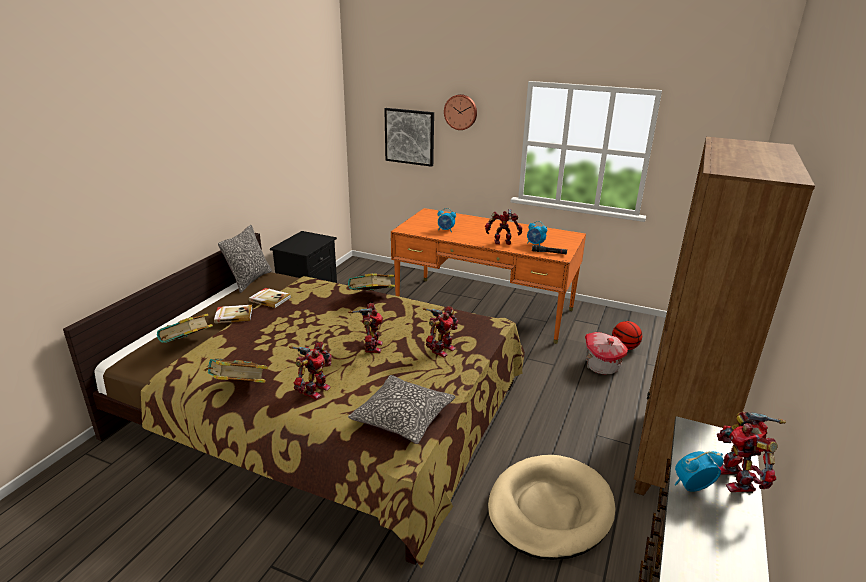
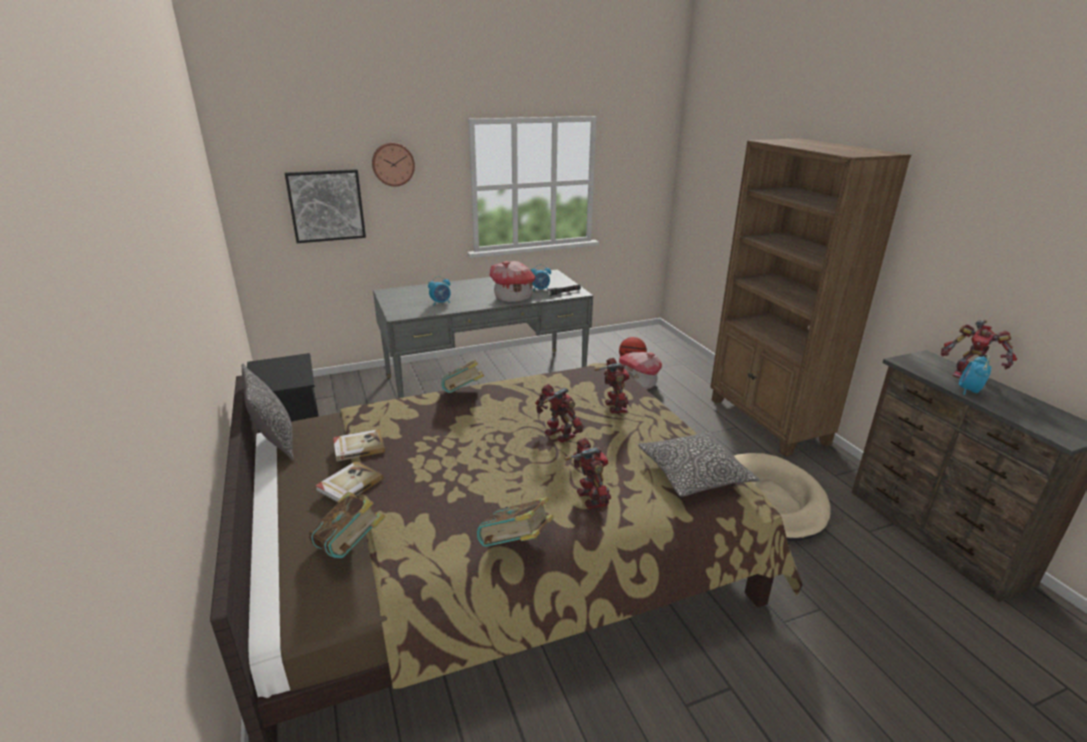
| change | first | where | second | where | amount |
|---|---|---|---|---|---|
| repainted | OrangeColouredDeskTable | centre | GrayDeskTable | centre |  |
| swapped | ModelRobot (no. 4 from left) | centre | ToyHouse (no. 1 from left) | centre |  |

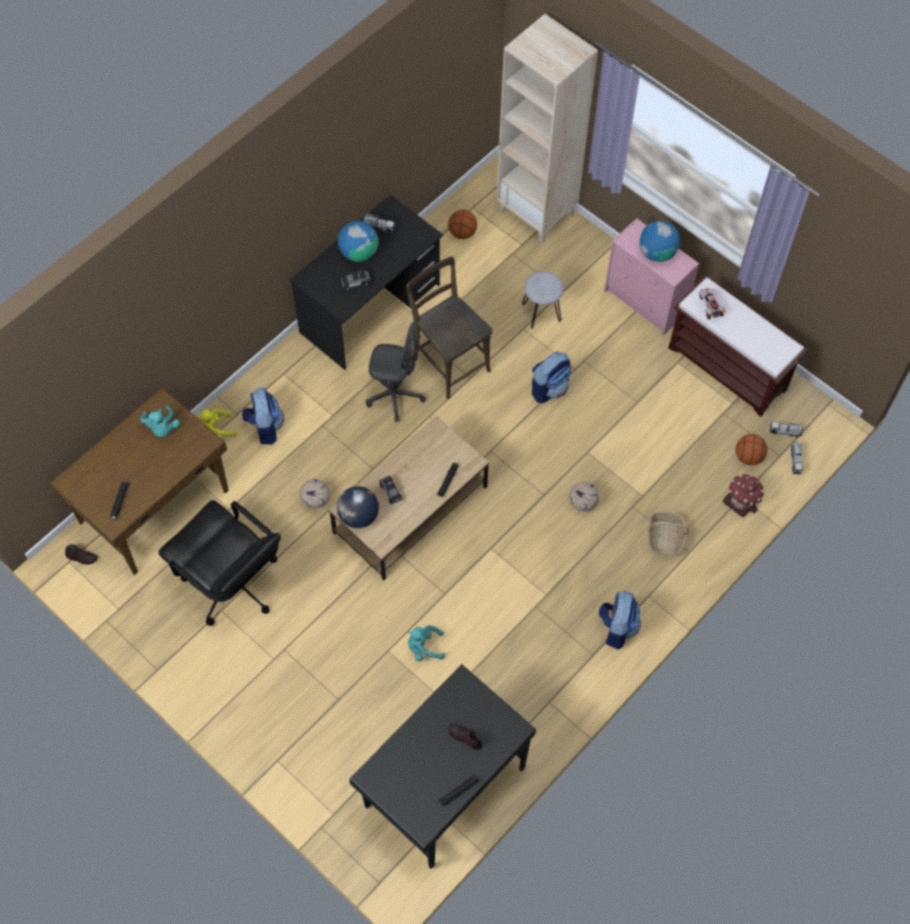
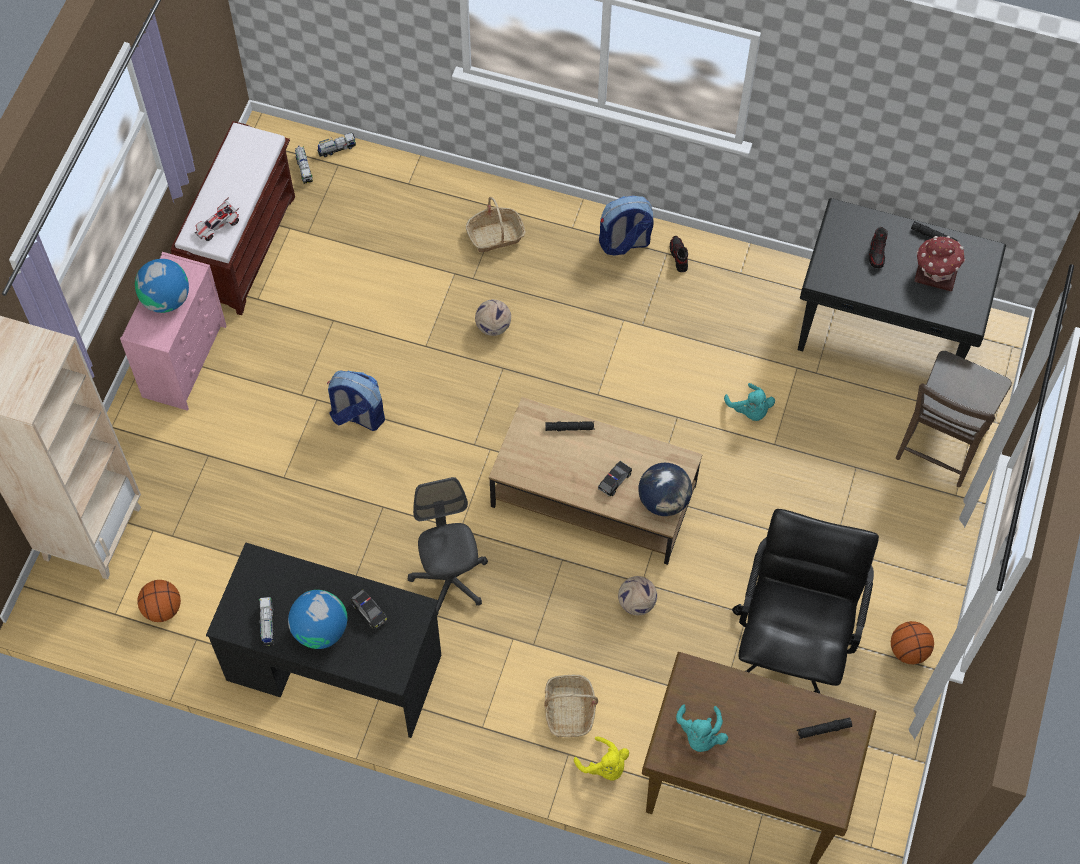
| change | first | where | second | where | amount |
|---|---|---|---|---|---|
| shifted | Shoe (no. 1 from left) | middle left |  | top centre |  |
| rotated | BlueGreenCuddlyToy (no. 1 from left) | middle left |  | bottom centre | 135 degrees clockwise |
| swapped | Knapsack (no. 1 from left) | middle left | StorageBasket (no. 2 from left) | bottom centre |  |
| shifted | BrownColouredChair | centre |  | middle right |  |
| gone | GrayStoolSeat | top centre |  |  |  |
| shifted | ToyHouse | middle right |  | top right |  |
| shifted | BallForBasketball (no. 2 from left) | middle right |  | bottom right |  |

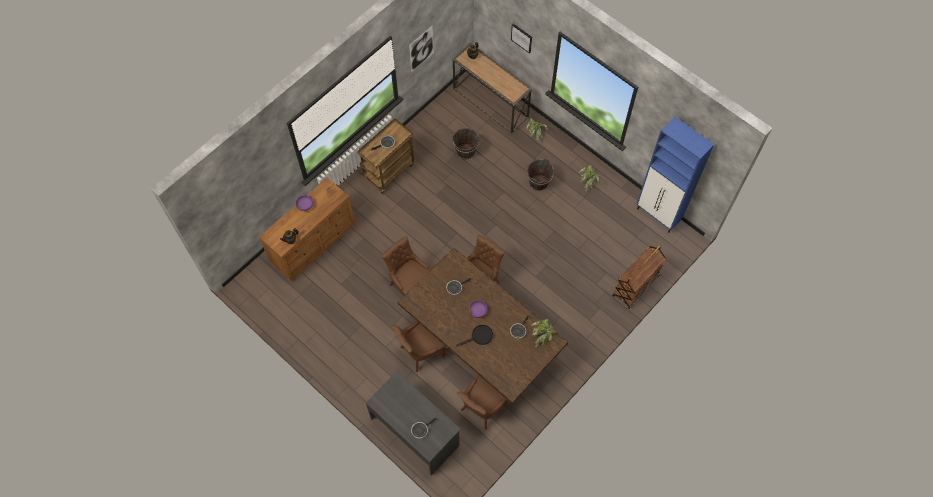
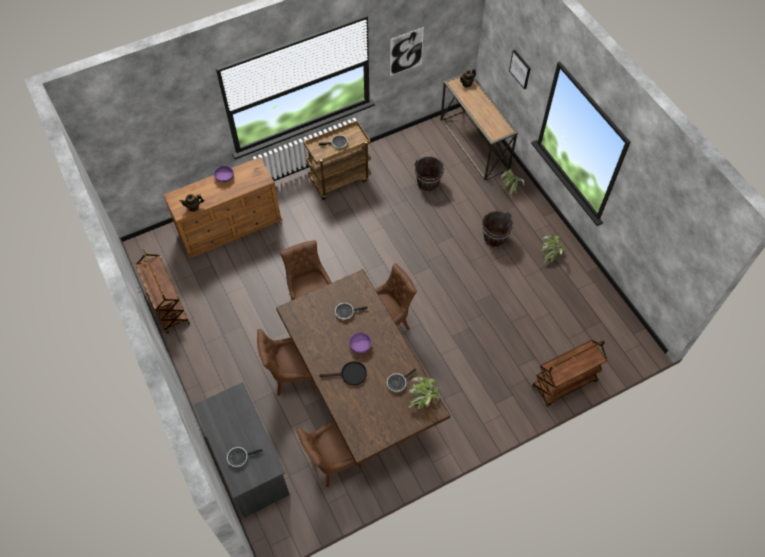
| change | first | where | second | where | amount |
|---|---|---|---|---|---|
| gone | BlueColouredCabinet | middle right |  |  |  |
| new |  |  | BrownColouredWheeledCart (no. 1 from left) | middle left |  |

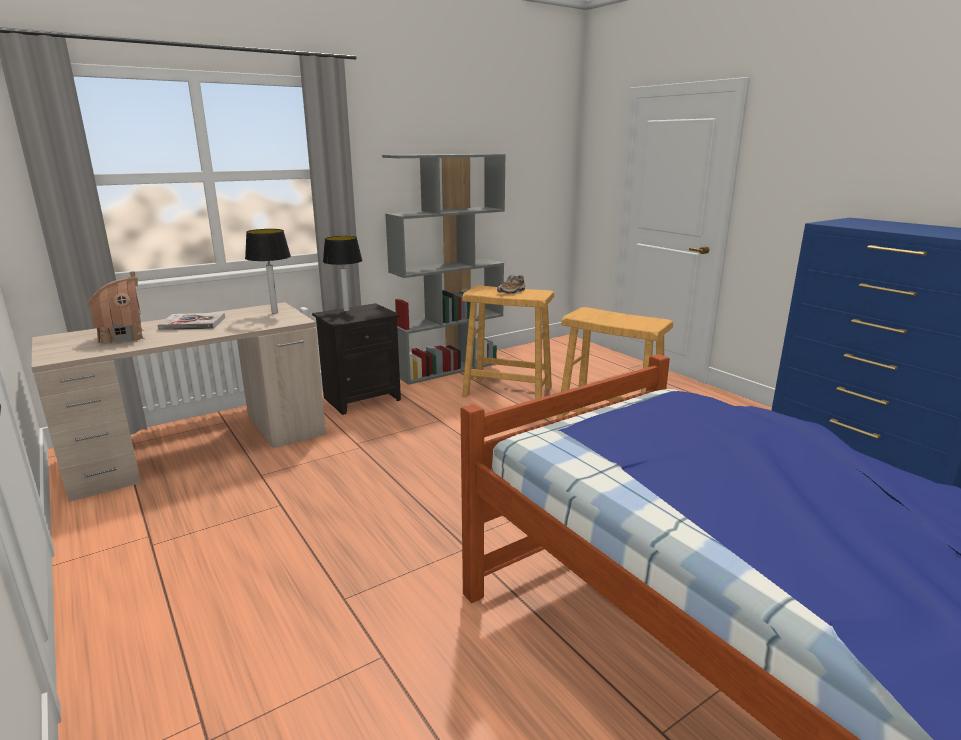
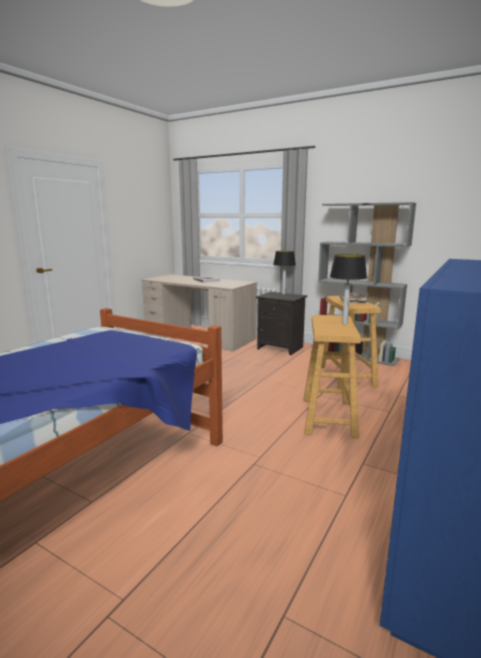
| change | first | where | second | where | amount |
|---|---|---|---|---|---|
| gone | ToyHouse | middle left |  |  |  |
| shifted | LampForATable (no. 1 from left in the first image) | middle left | LampForATable (no. 2 from left) | middle right |  |

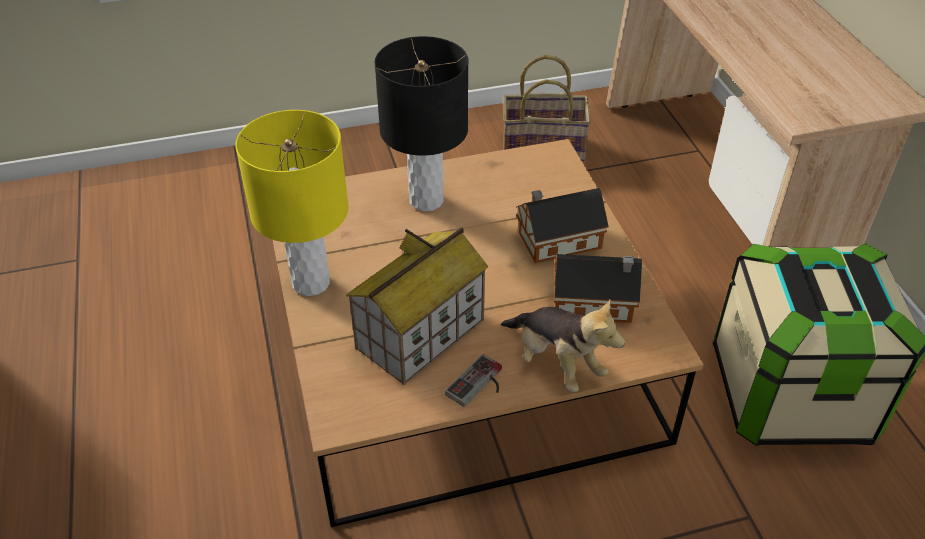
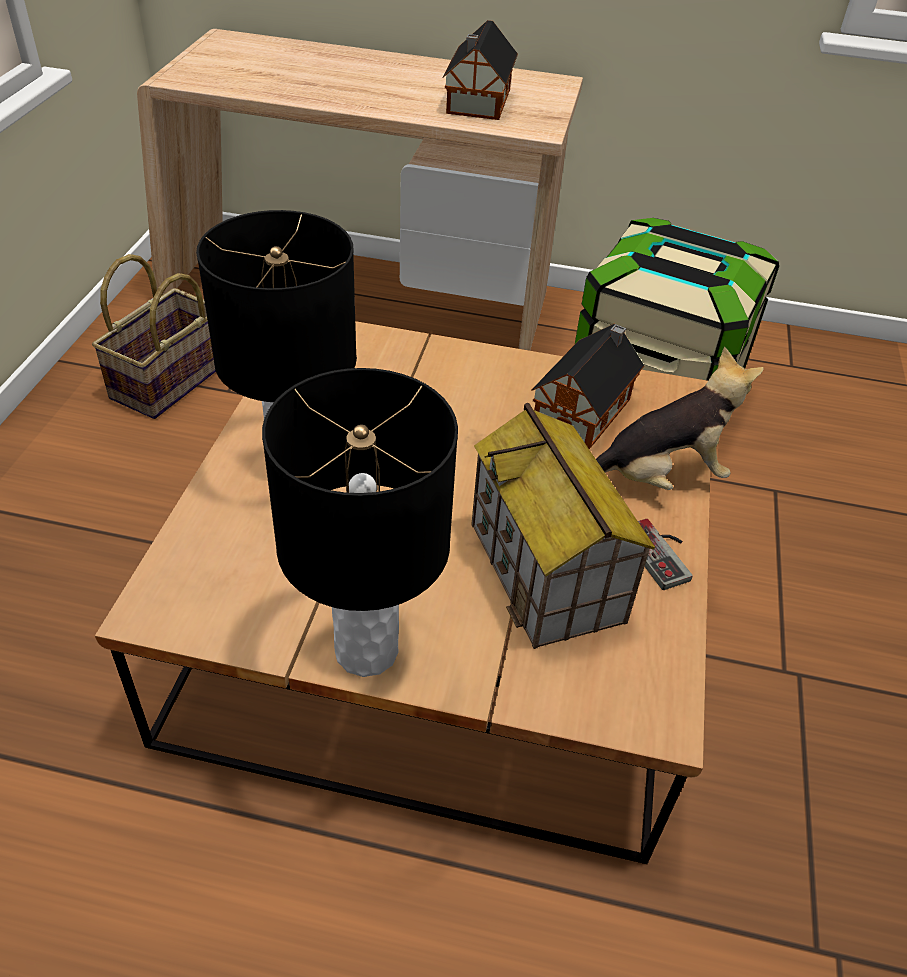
| change | first | where | second | where | amount |
|---|---|---|---|---|---|
| repainted | YellowLampForATable | middle left | BlackishLampForATable (no. 2 from left) | centre |  |
| shifted | ToyHouse (no. 2 from left in the first image) | centre | ToyHouse (no. 1 from left) | top centre |  |

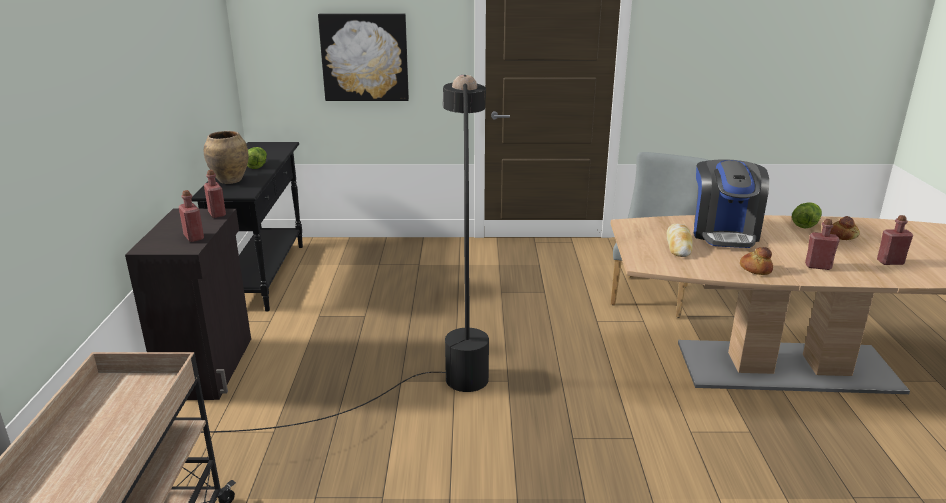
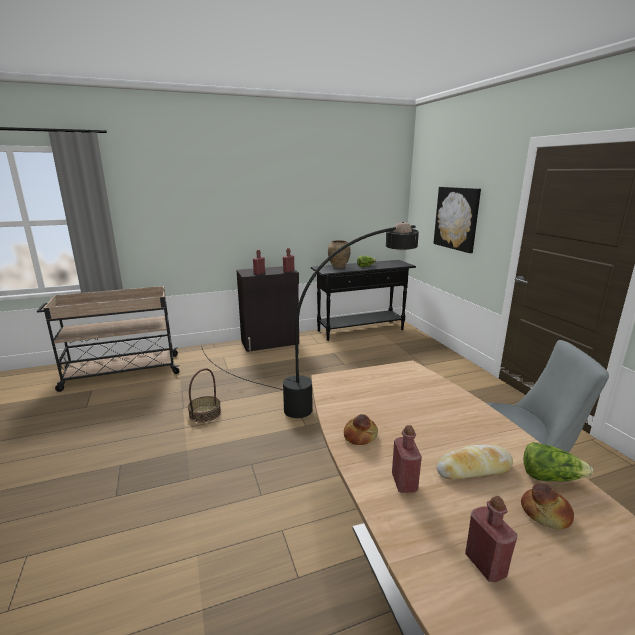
| change | first | where | second | where | amount |
|---|---|---|---|---|---|
| shifted | Bread (no. 1 from left in the first image) | middle right | Bread (no. 2 from left) | bottom right |  |
| gone | CoffeeBrewer | middle right |  |  |  |
| new |  |  | StorageBasket | middle left |  |

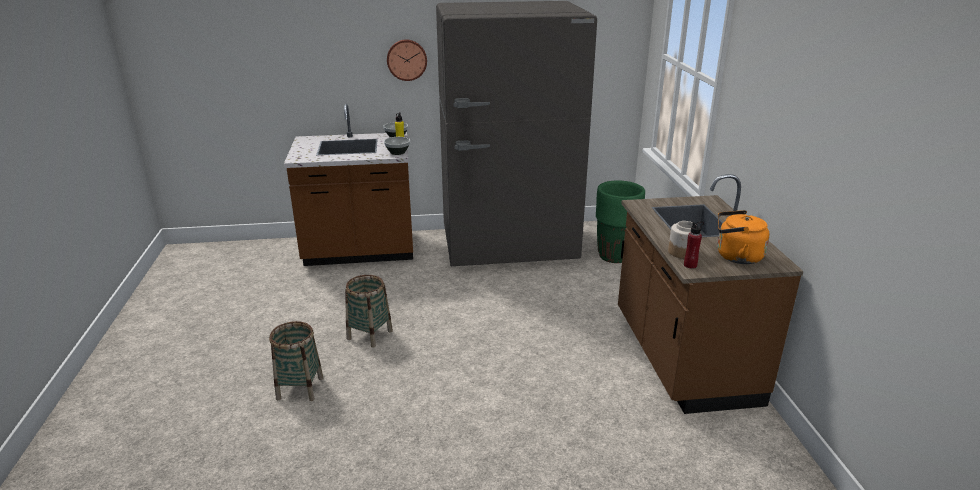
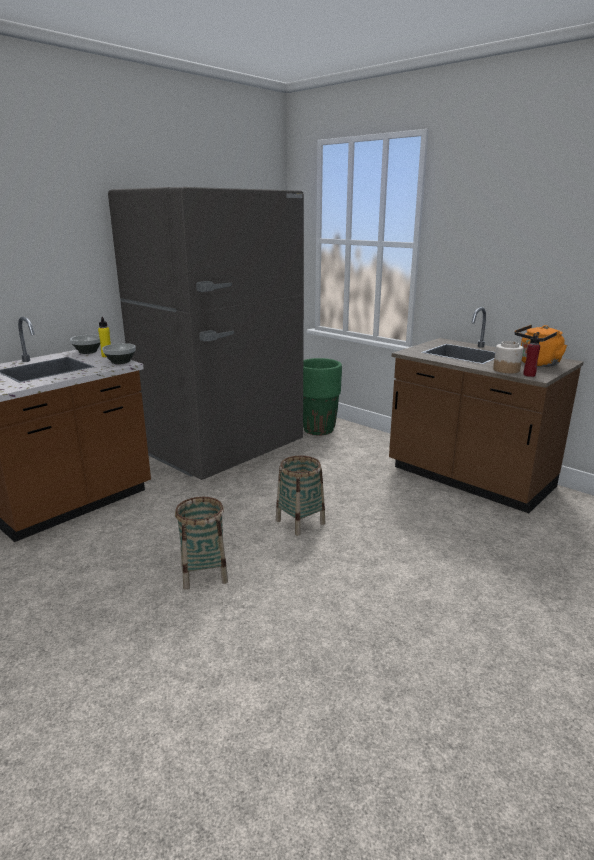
| change | first | where | second | where | amount |
|---|---|---|---|---|---|
| shifted | StorageBasket (no. 1 from left in the first image) | bottom left | StorageBasket (no. 2 from left) | centre |  |
| gone | WallClock | top centre |  |  |  |

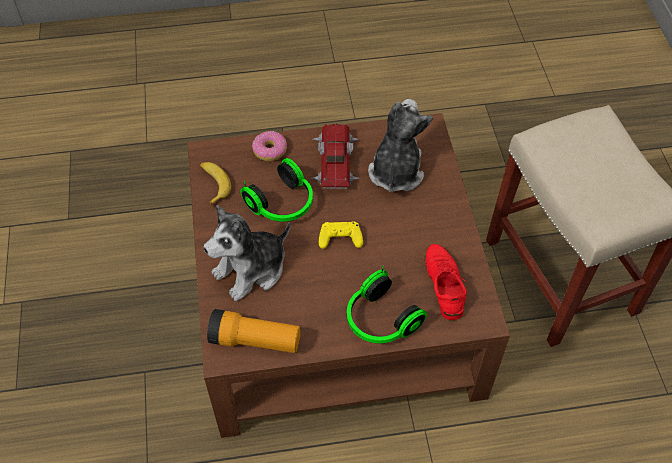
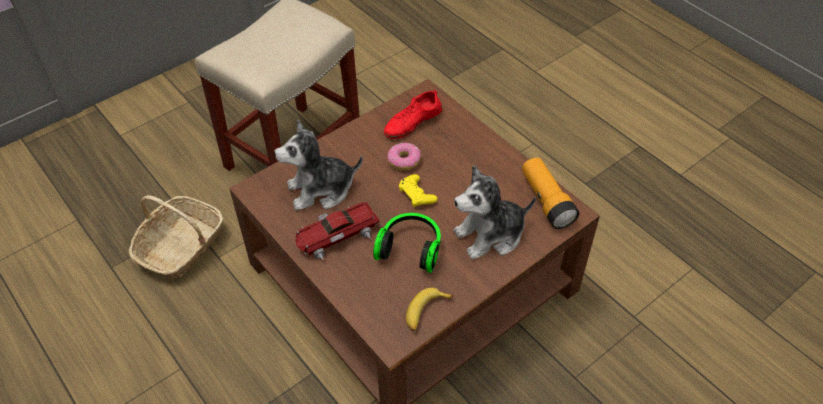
| change | first | where | second | where | amount |
|---|---|---|---|---|---|
| rotated | CuddlyToy (no. 1 from left in the first image) | centre | CuddlyToy (no. 2 from left) | centre | 135 degrees clockwise |
| shifted | Doughnut | top centre |  | centre |  |
| gone | Headphones (no. 2 from left) | centre |  |  |  |
| new |  |  | StorageBasket | middle left |  |

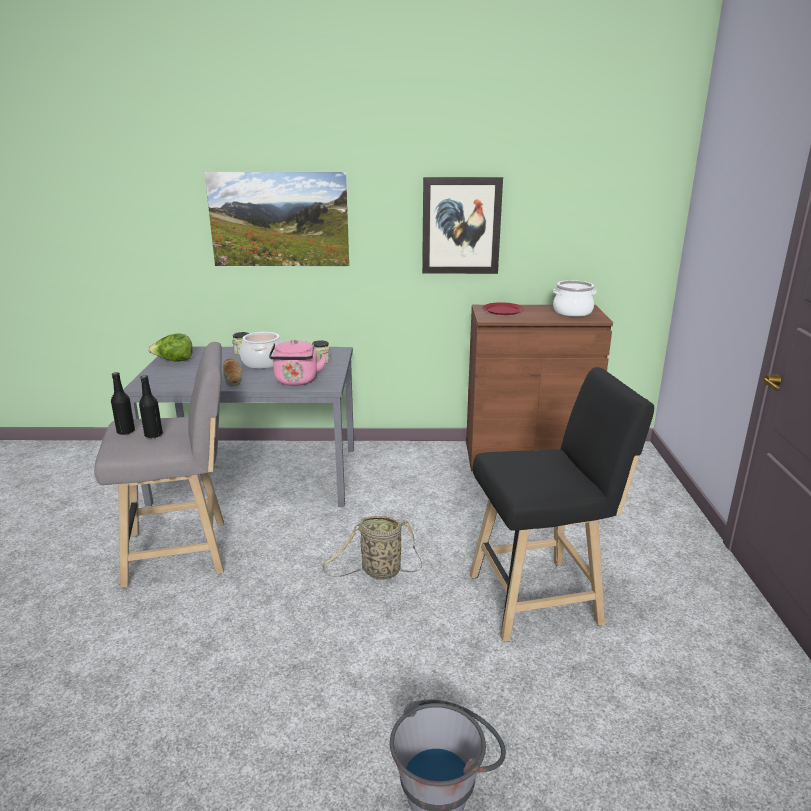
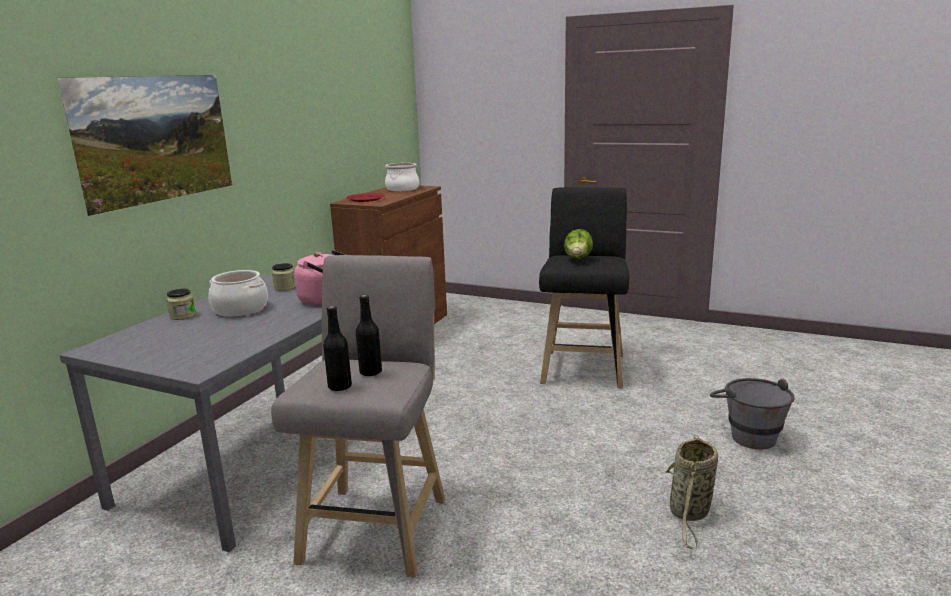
| change | first | where | second | where | amount |
|---|---|---|---|---|---|
| shifted | LettuceHead | middle left |  | centre |  |
| gone | Bread | middle left |  |  |  |
| shifted | StorageBasket | bottom centre |  | bottom right |  |
| gone | WallArt (no. 2 from left) | top centre |  |  |  |

